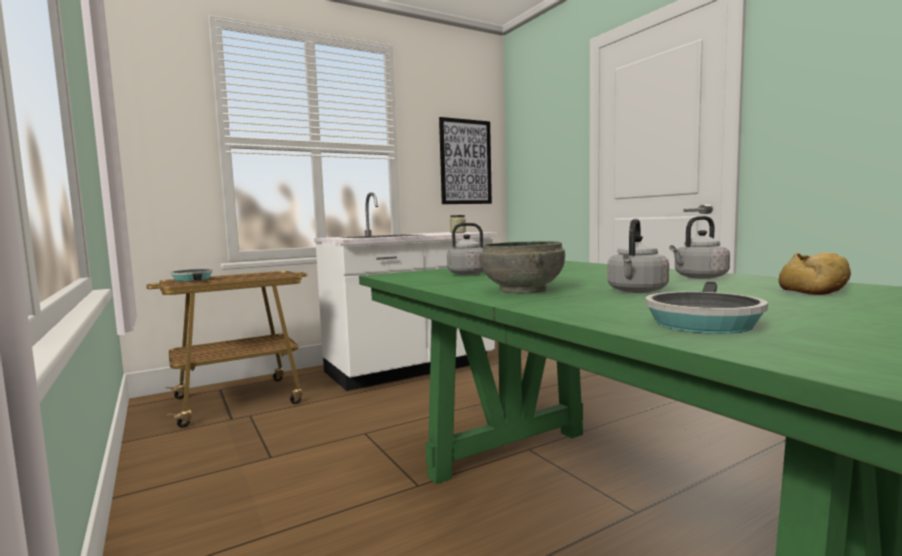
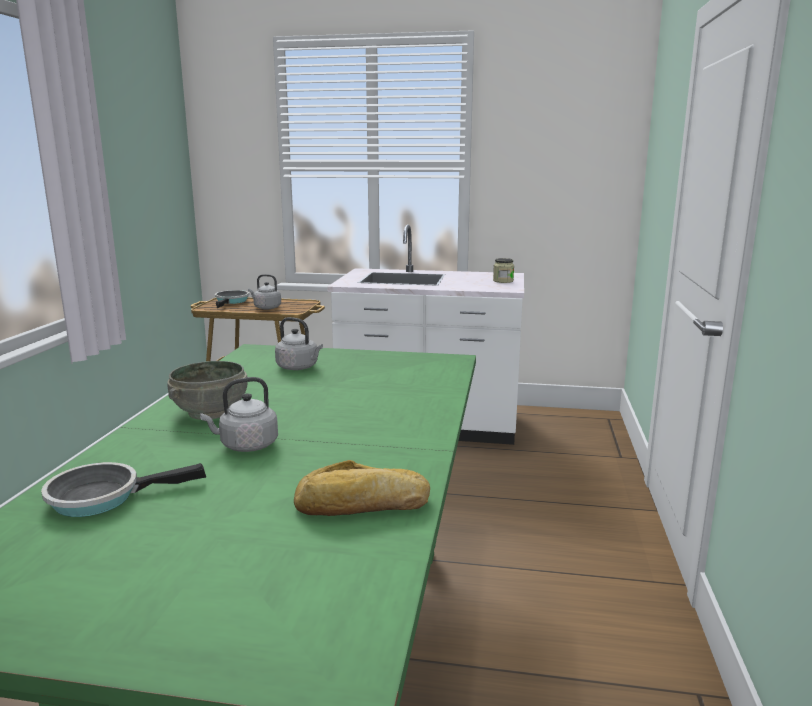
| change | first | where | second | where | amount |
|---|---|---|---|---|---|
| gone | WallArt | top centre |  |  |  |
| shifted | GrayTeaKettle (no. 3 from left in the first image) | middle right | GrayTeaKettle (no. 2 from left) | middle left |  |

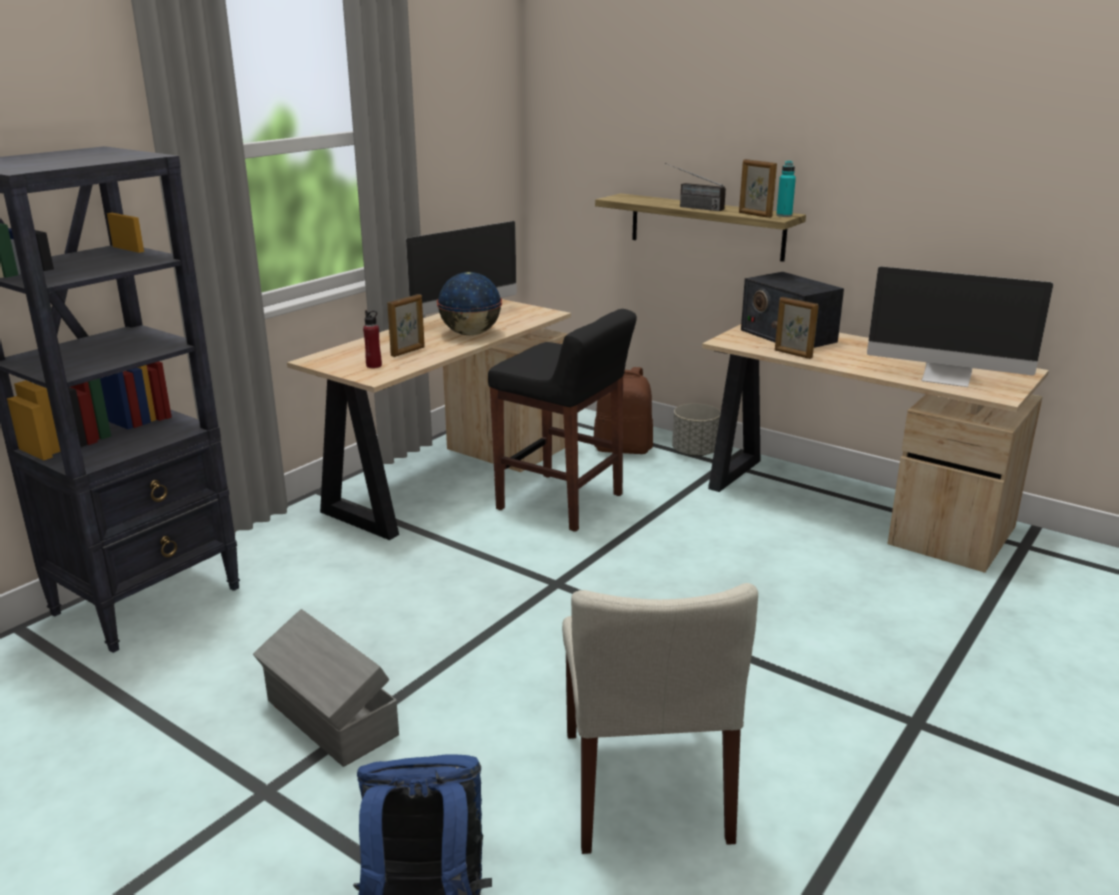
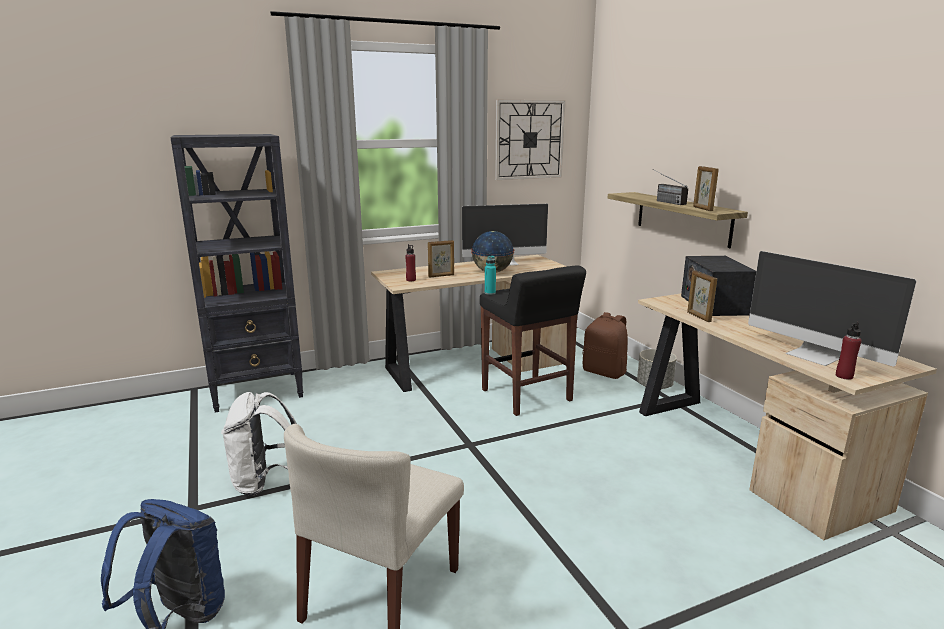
| change | first | where | second | where | amount |
|---|---|---|---|---|---|
| swapped | GrayStorageBox | bottom left | WhiteKnapsack | bottom left |  |
| shifted | BlueGreenDrinkBottle | top right |  | centre |  |
| new |  |  | WallClock | top centre |  |
| new |  |  | RedColouredDrinkBottle (no. 2 from left) | middle right |  |

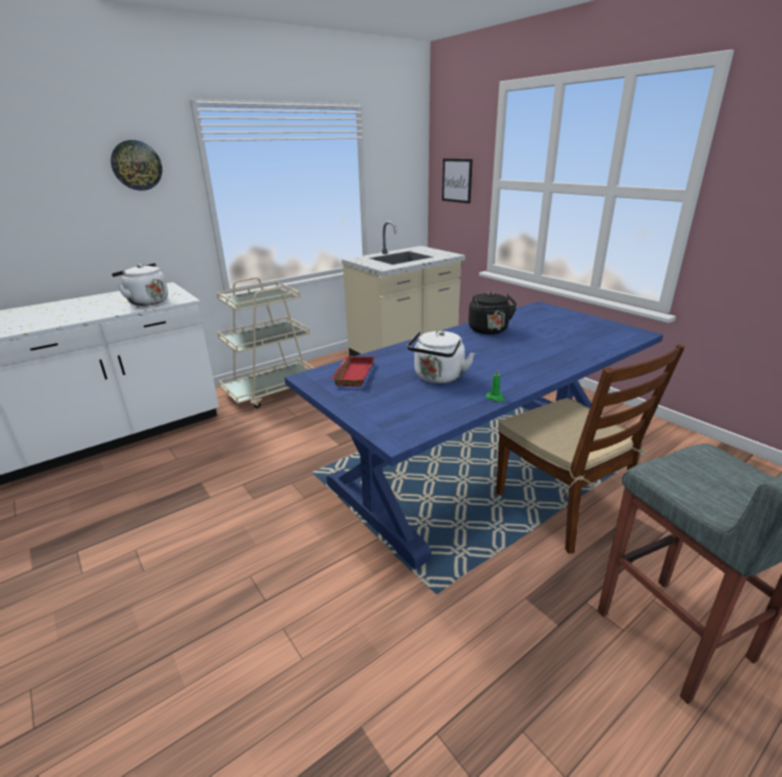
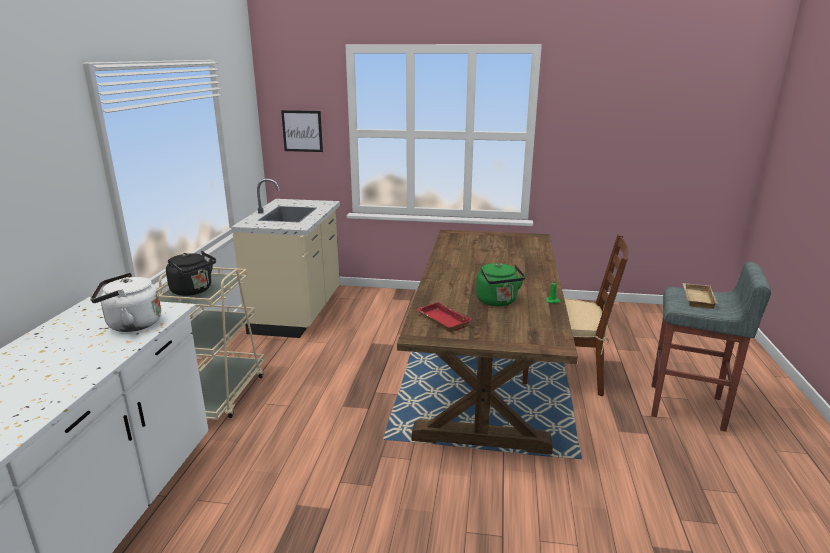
| change | first | where | second | where | amount |
|---|---|---|---|---|---|
| gone | WallClock | top left |  |  |  |
| repainted | BlueColouredKitchenTable | centre | BrownColouredKitchenTable | centre |  |
| repainted | WhiteTeaKettle (no. 2 from left) | centre | GreenTeaKettle | centre |  |
| shifted | BlackishTeaKettle | centre |  | middle left |  |
| new |  |  | BeigeServingTray | middle right |  |

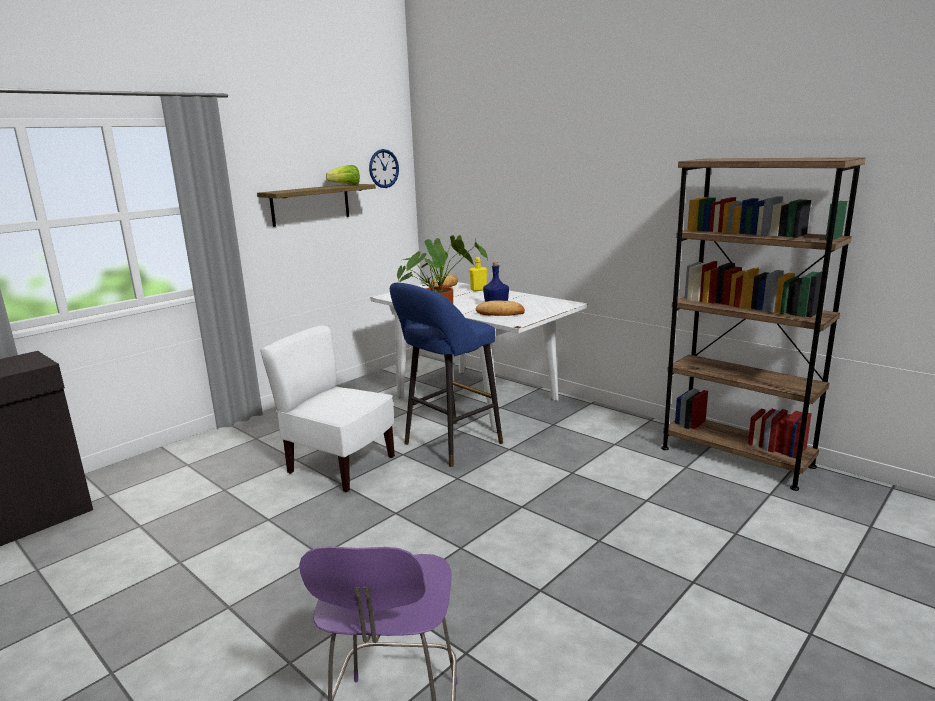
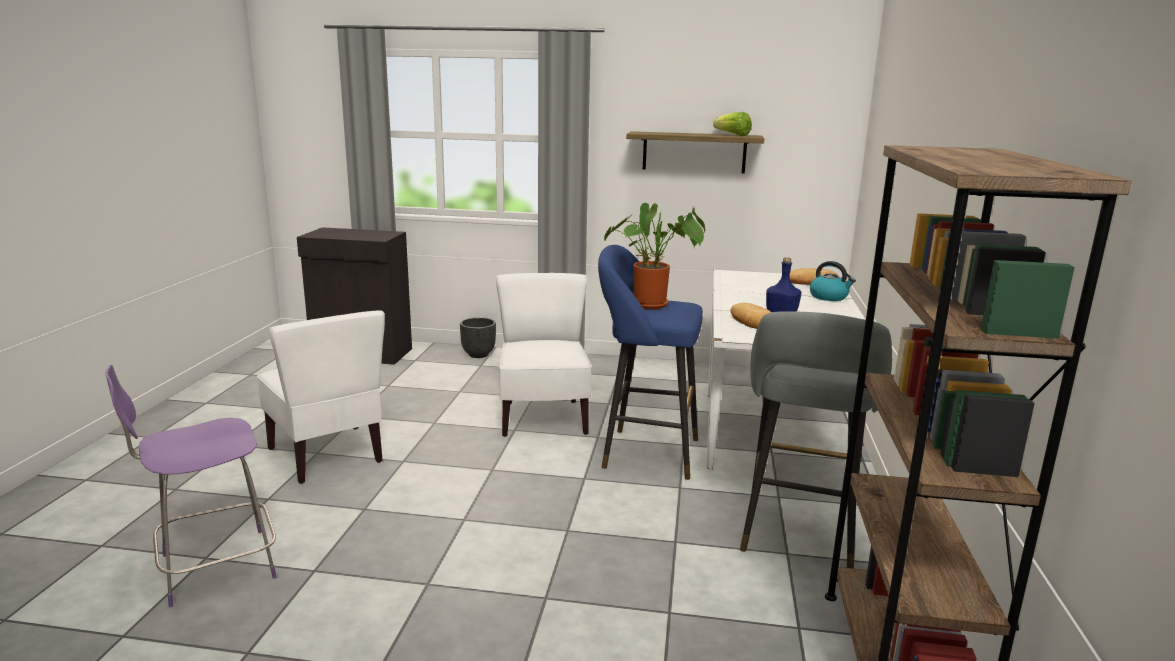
| change | first | where | second | where | amount |
|---|---|---|---|---|---|
| gone | WallClock | top centre |  |  |  |
| swapped | YellowDrinkBottle | centre | TeaKettle | middle right |  |
| new |  |  | WhiteChair (no. 1 from left) | middle left |  |
| new |  |  | BlackishPlanter | centre |  |
| new |  |  | GrayStoolSeat | middle right |  |

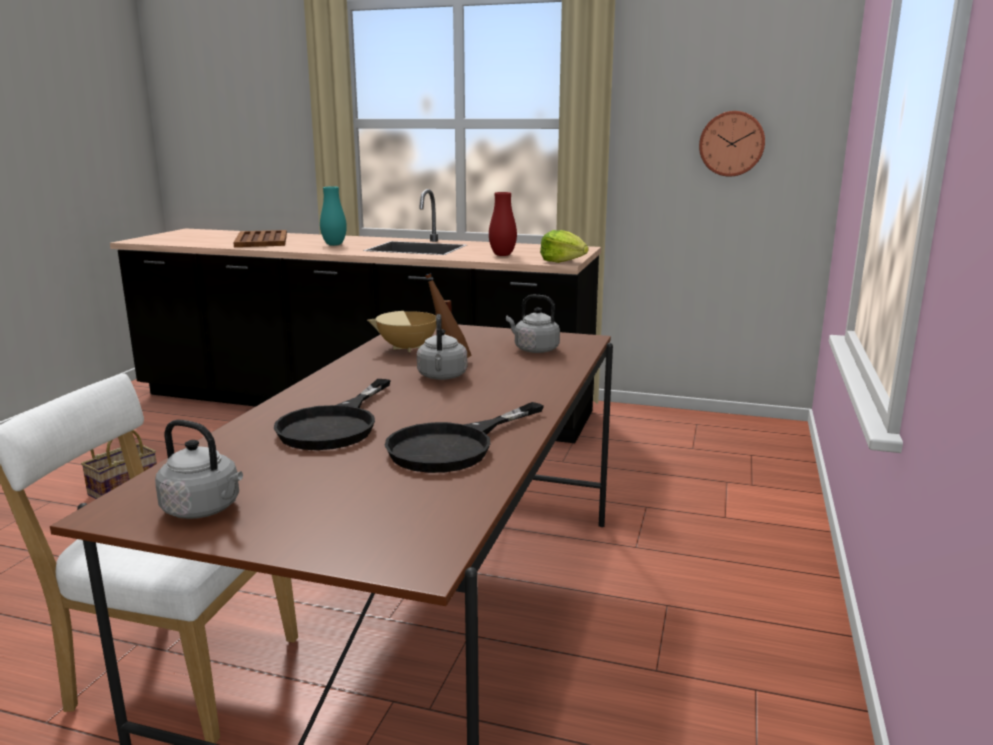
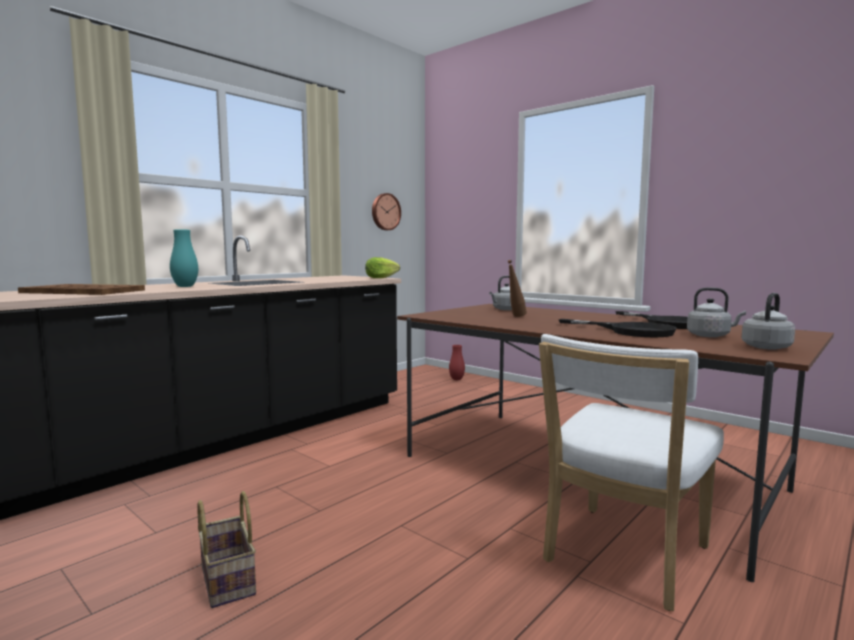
| change | first | where | second | where | amount |
|---|---|---|---|---|---|
| gone | BeigeCookingPot | centre |  |  |  |
| shifted | GrayTeaKettle (no. 2 from left) | centre |  | middle right |  |
| shifted | RedColouredDecorativeVase | top centre |  | centre |  |

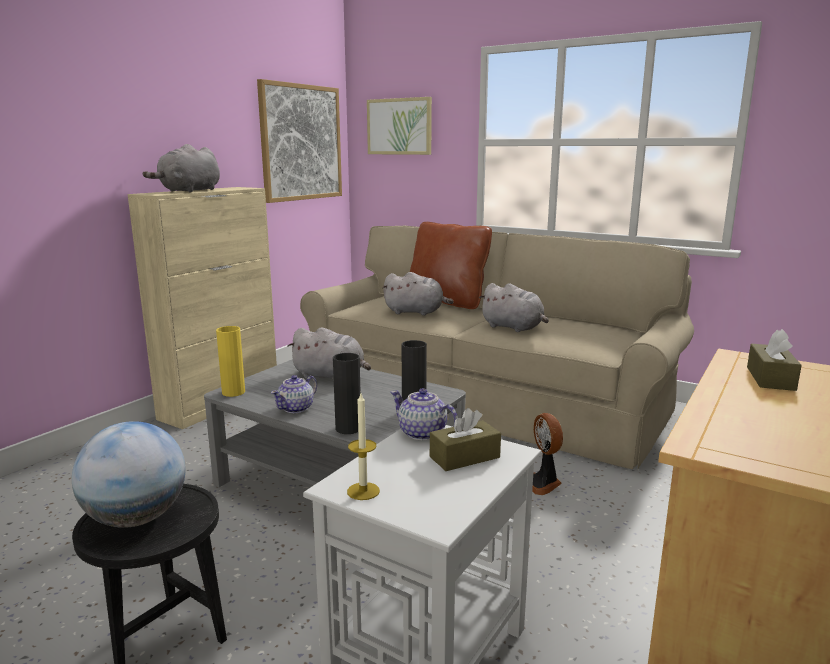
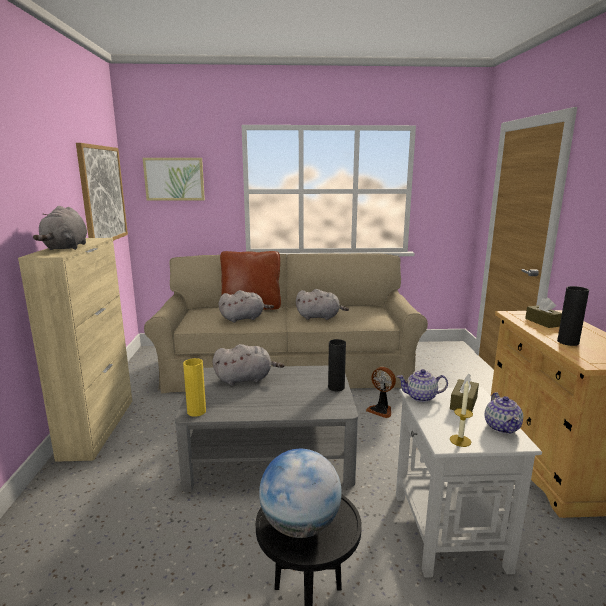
| change | first | where | second | where | amount |
|---|---|---|---|---|---|
| shifted | PotForTea (no. 1 from left in the first image) | centre | PotForTea (no. 2 from left) | bottom right |  |
| shifted | BlackishDecorativeVase (no. 1 from left in the first image) | centre | BlackishDecorativeVase (no. 2 from left) | middle right |  |

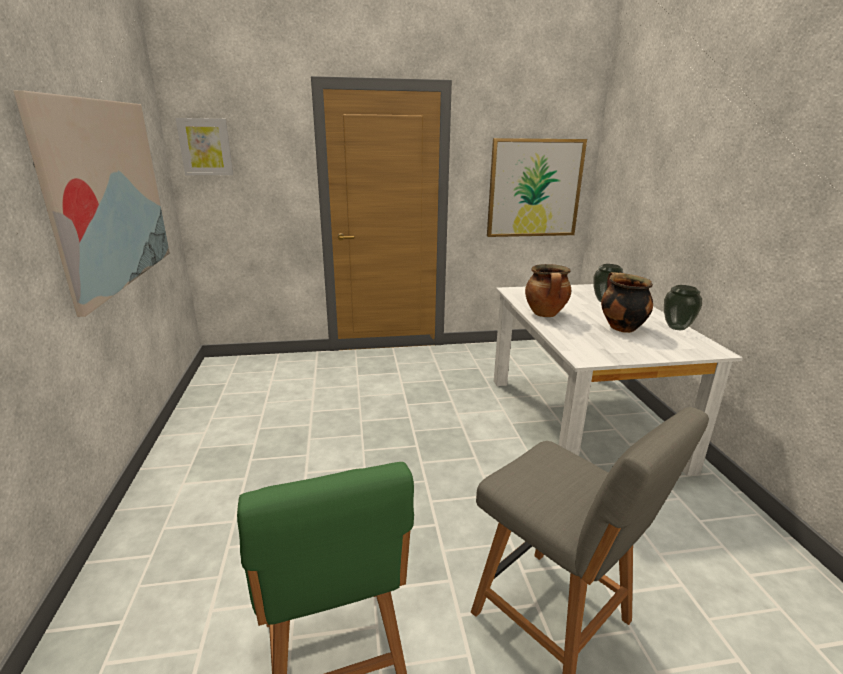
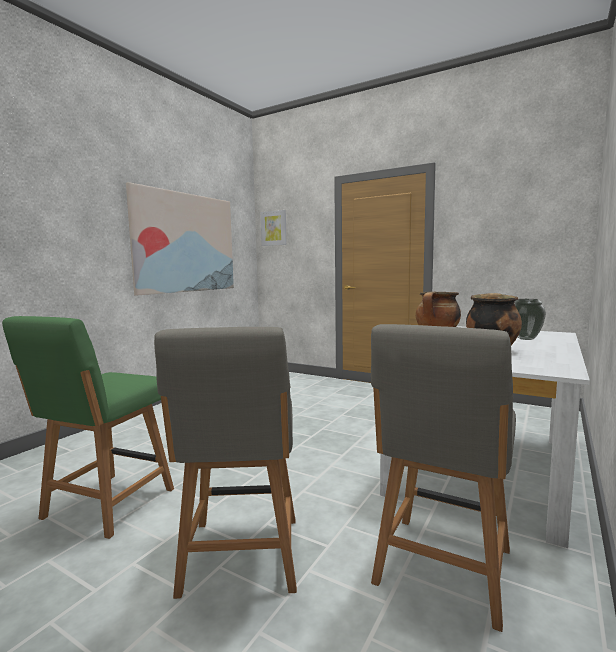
| change | first | where | second | where | amount |
|---|---|---|---|---|---|
| gone | WallArt (no. 3 from left) | top centre |  |  |  |
| gone | DecorativeVase (no. 2 from left) | middle right |  |  |  |
| new |  |  | GrayChair (no. 2 from left) | bottom right |  |

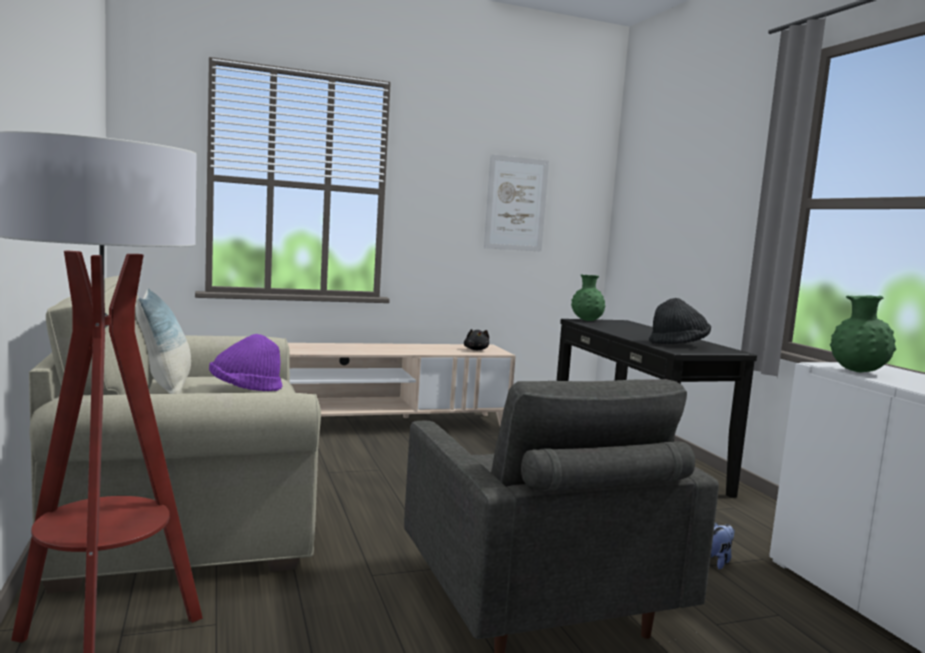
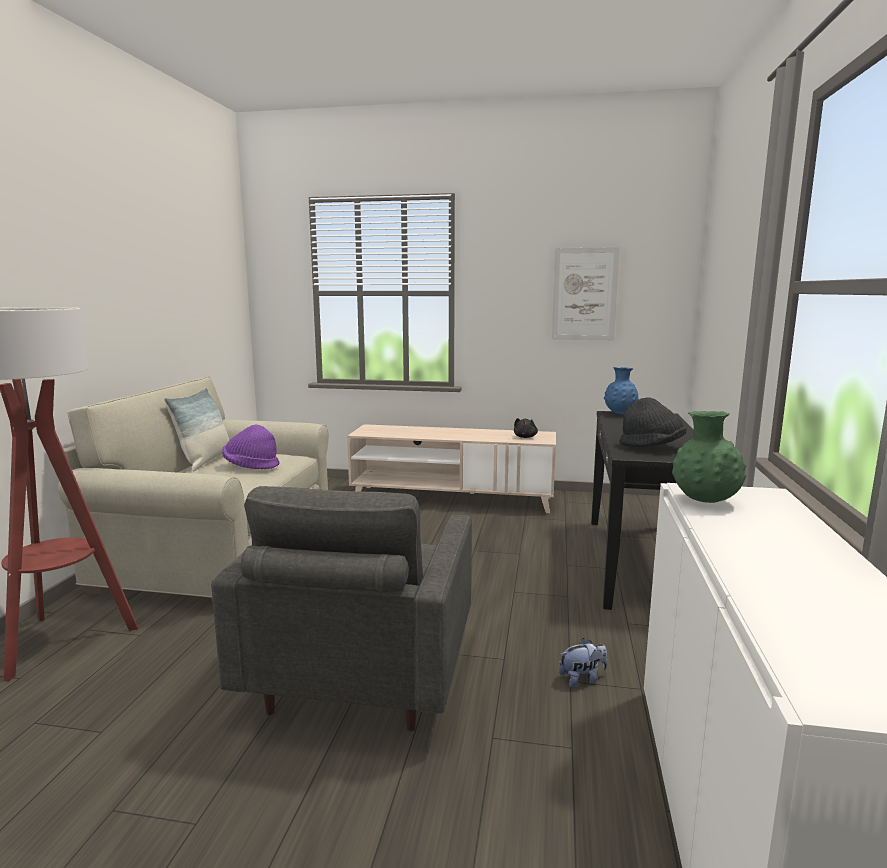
| change | first | where | second | where | amount |
|---|---|---|---|---|---|
| repainted | GreenDecorativeVase (no. 1 from left) | centre | BlueColouredDecorativeVase | middle right |  |

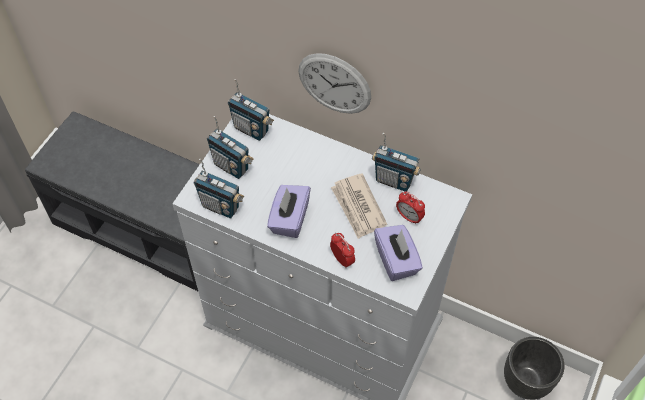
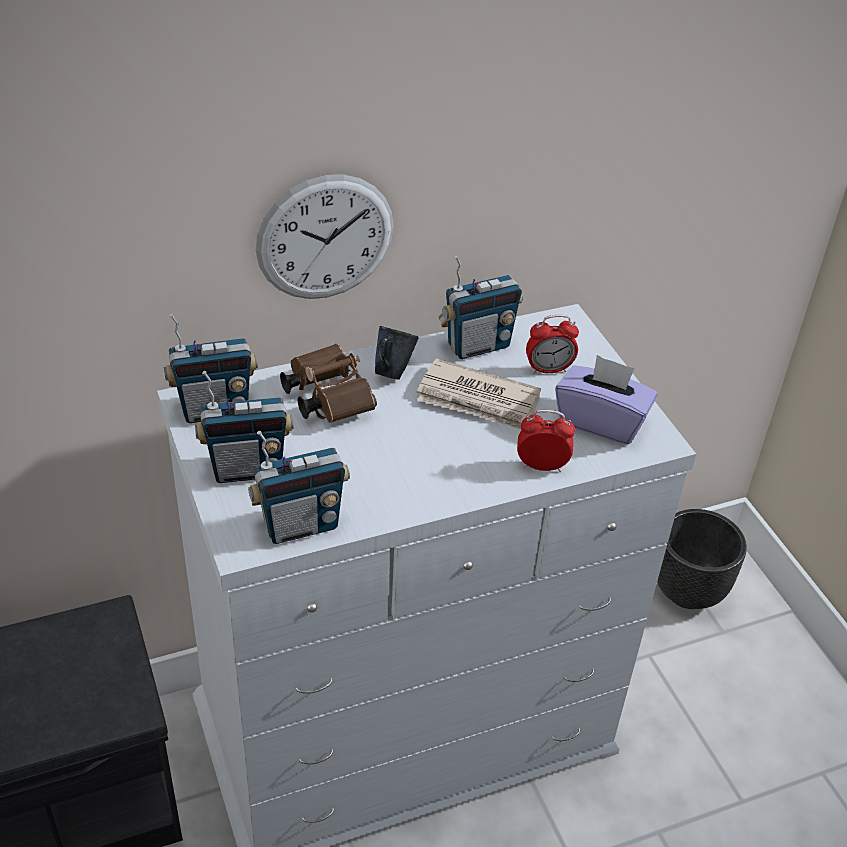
| change | first | where | second | where | amount |
|---|---|---|---|---|---|
| gone | PurpleBoxOfTissues (no. 1 from left) | centre |  |  |  |
| new |  |  | BrownColouredBinoculars | centre |  |
| new |  |  | BlueColouredCoffeeMug | centre |  |

